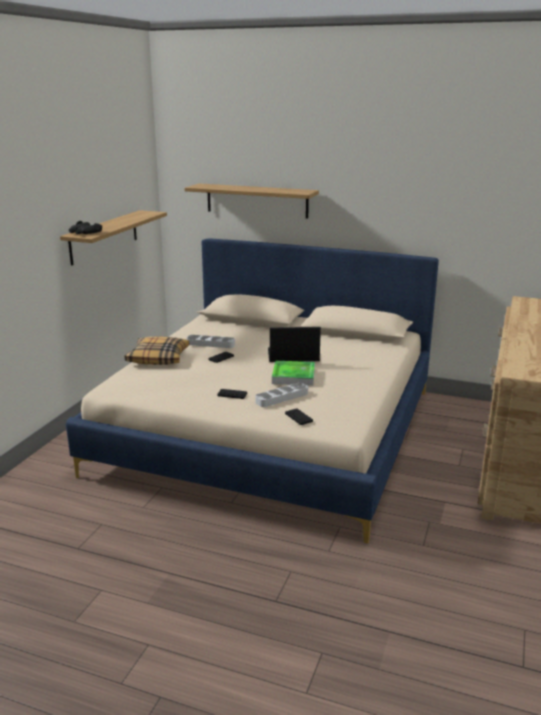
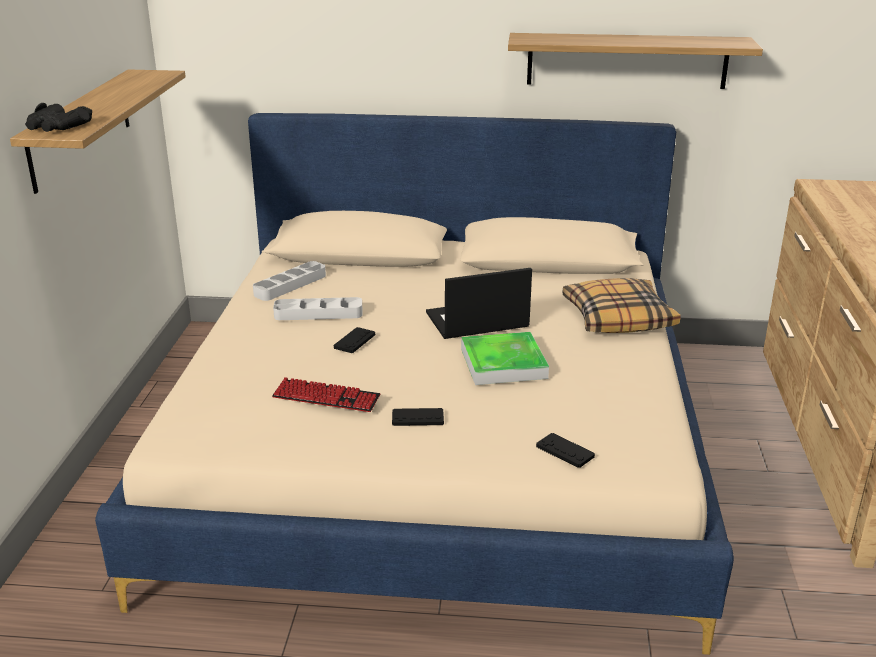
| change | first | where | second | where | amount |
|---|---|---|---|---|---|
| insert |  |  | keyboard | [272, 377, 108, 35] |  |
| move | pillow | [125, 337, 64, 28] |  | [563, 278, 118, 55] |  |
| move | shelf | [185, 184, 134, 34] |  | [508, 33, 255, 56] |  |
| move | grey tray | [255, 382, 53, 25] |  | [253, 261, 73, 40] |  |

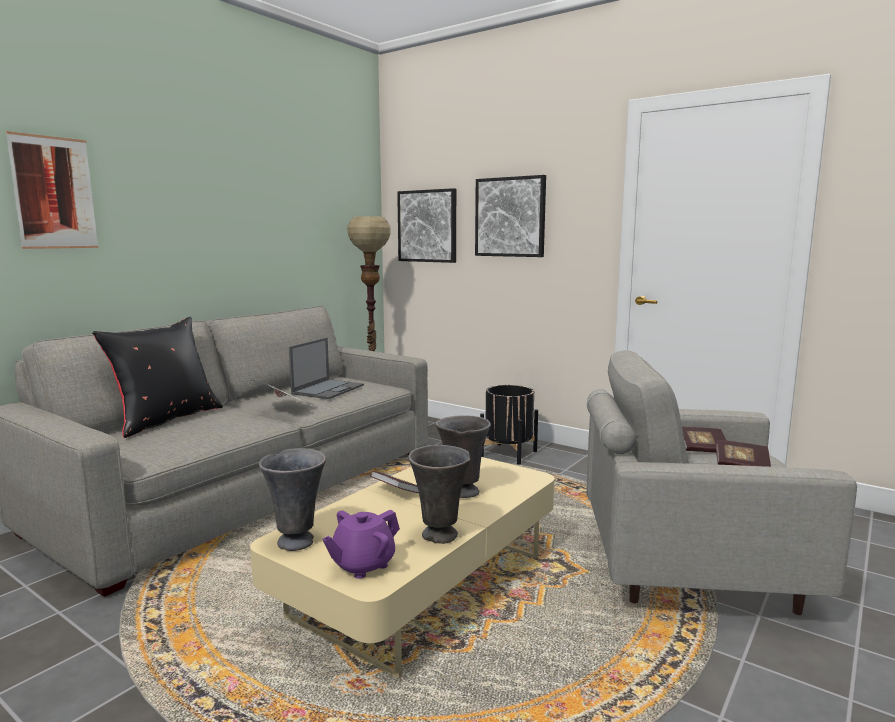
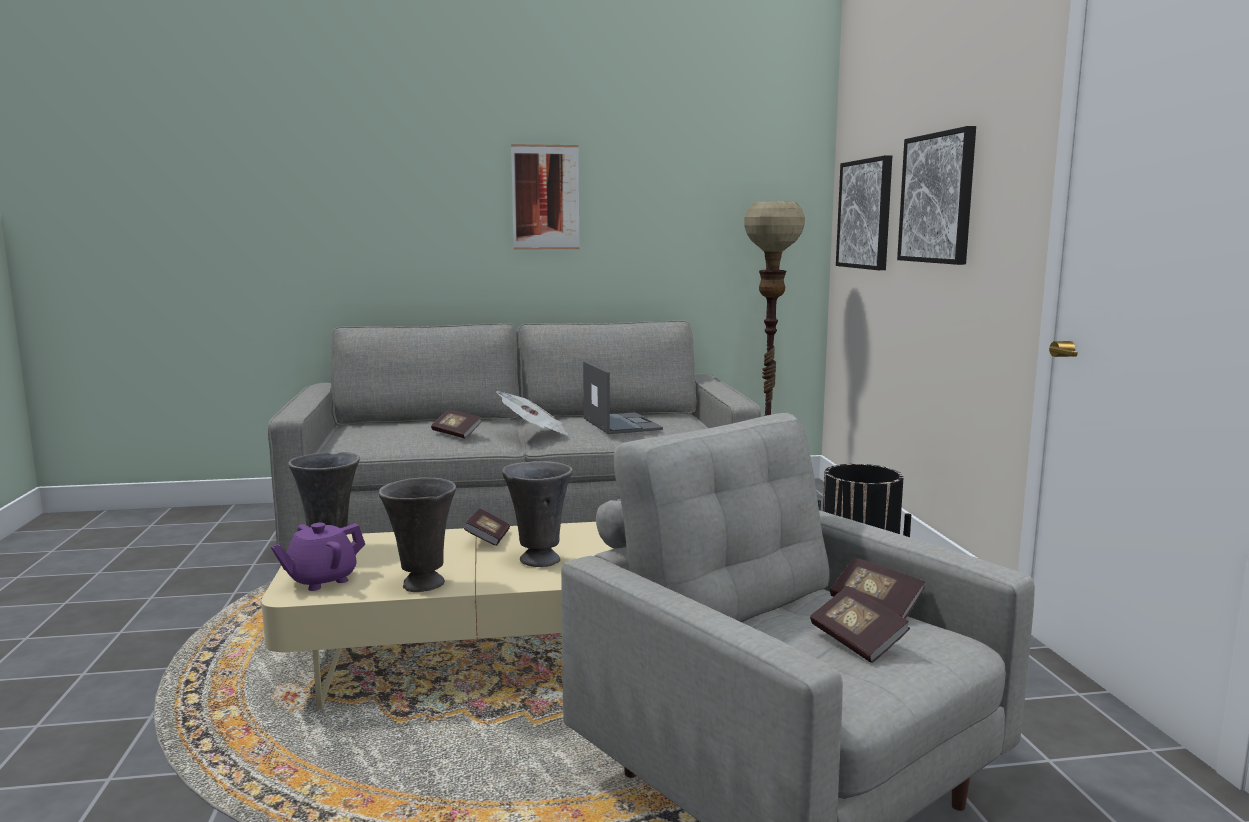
| change | first | where | second | where | amount |
|---|---|---|---|---|---|
| delete | black pillow | [92, 317, 131, 121] |  |  |  |
| insert |  |  | book | [431, 409, 51, 30] |  |
| move | picture | [6, 131, 92, 118] |  | [511, 144, 69, 105] |  |
| rotate | laptop | [289, 338, 75, 61] |  | [583, 361, 80, 73] | 90 degrees counterclockwise |
| rotate | purple teapot | [323, 510, 77, 69] |  | [271, 523, 94, 68] | 45 degrees counterclockwise |

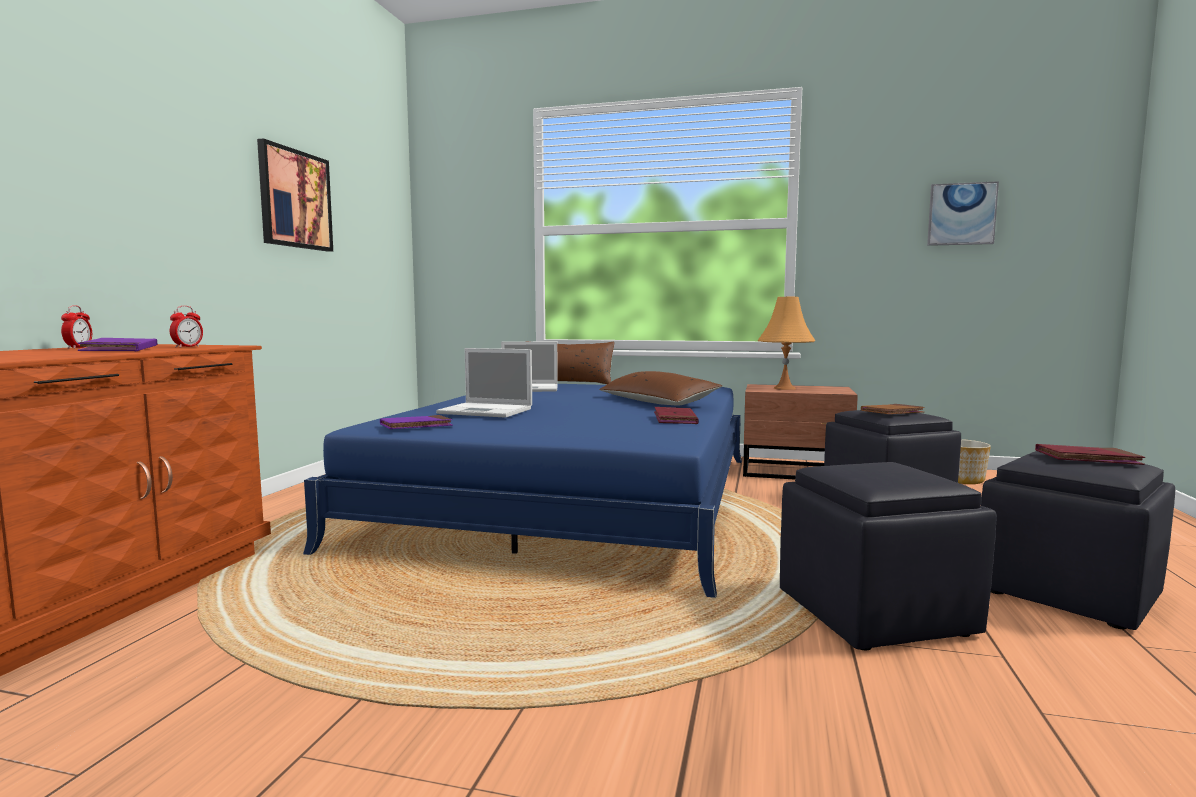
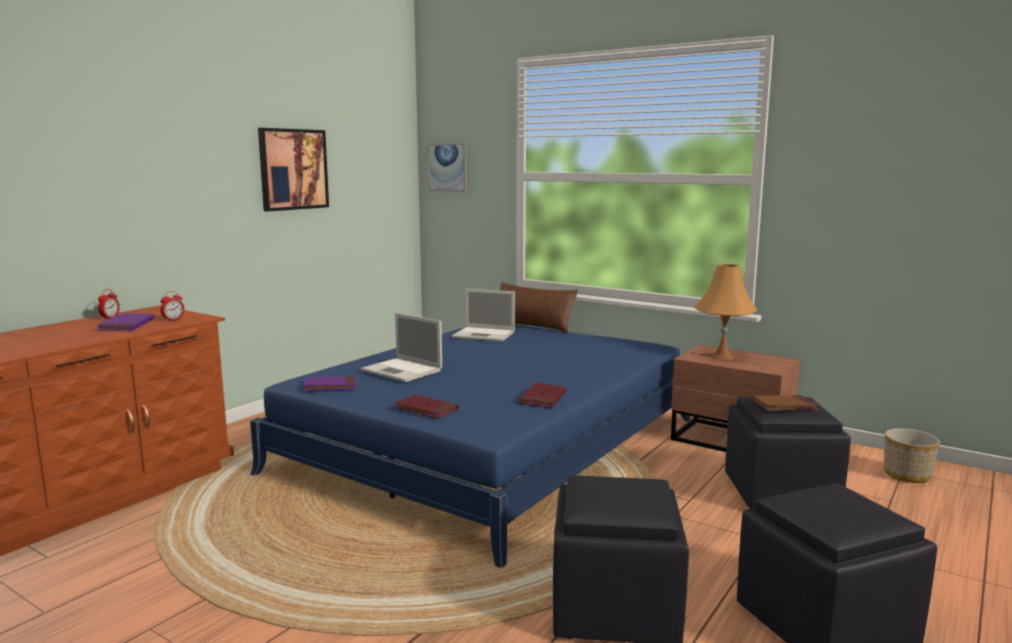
| change | first | where | second | where | amount |
|---|---|---|---|---|---|
| delete | brown pillow | [599, 371, 124, 34] |  |  |  |
| move | picture | [927, 181, 72, 65] |  | [428, 144, 39, 48] |  |
| move | red book | [1035, 444, 111, 21] |  | [394, 395, 65, 24] |  |

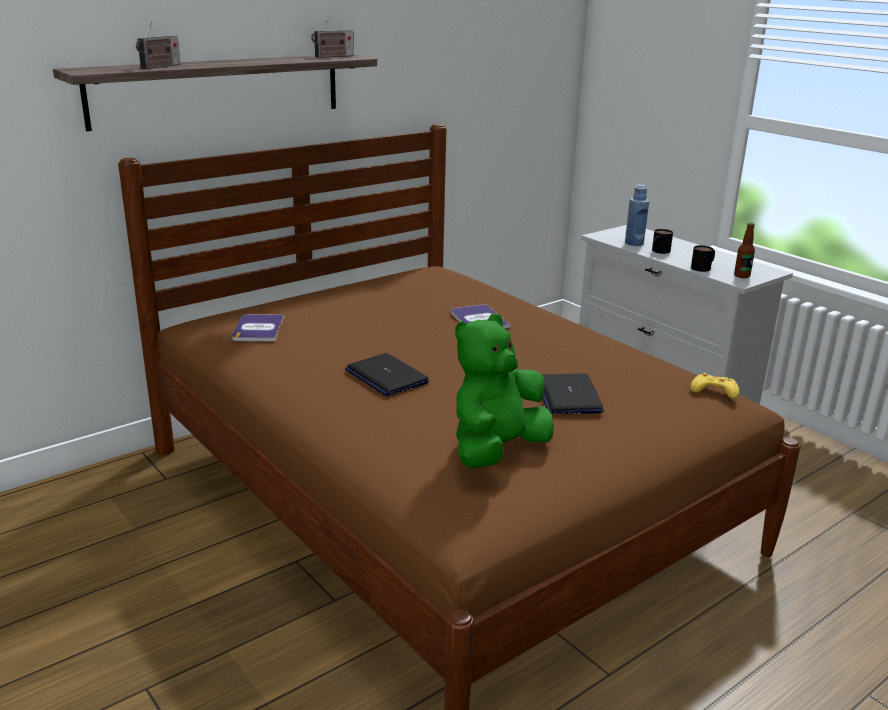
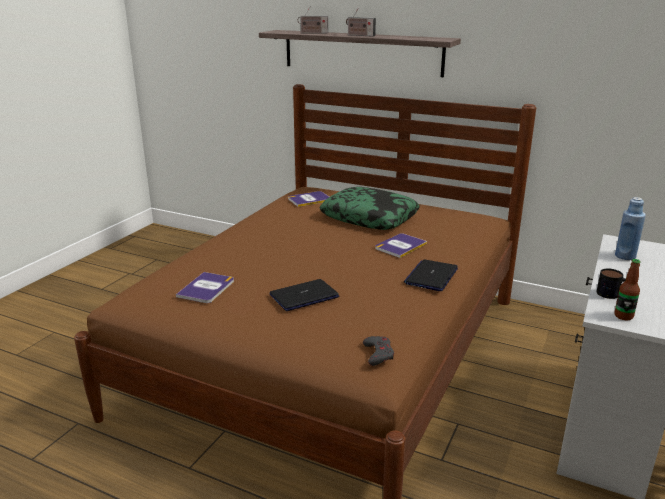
| change | first | where | second | where | amount |
|---|---|---|---|---|---|
| delete | mug | [652, 229, 21, 25] |  |  |  |
| insert |  |  | pillow | [319, 187, 101, 43] |  |
| move | radio | [311, 17, 43, 41] |  | [346, 8, 30, 29] |  |
| move | laptop | [345, 353, 84, 43] |  | [404, 259, 54, 32] |  |
| replace | green plush toy | [455, 314, 99, 155] | book | [176, 272, 58, 31] |  |
| recolor | yellow game controller | [690, 373, 49, 26] | grey game controller | [363, 336, 31, 30] |  |

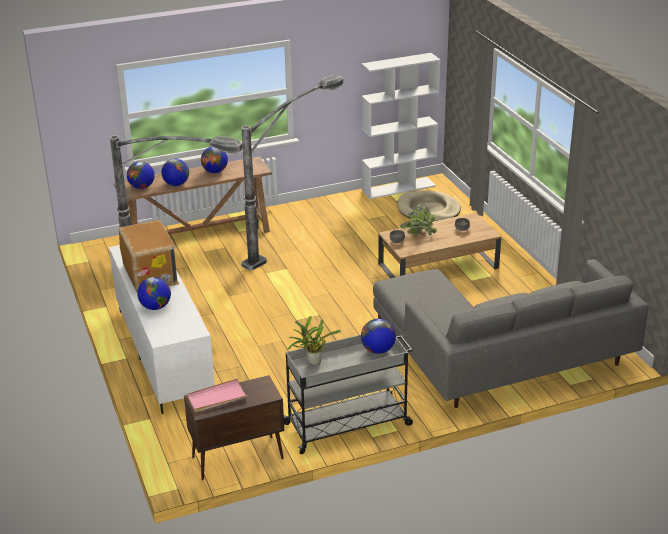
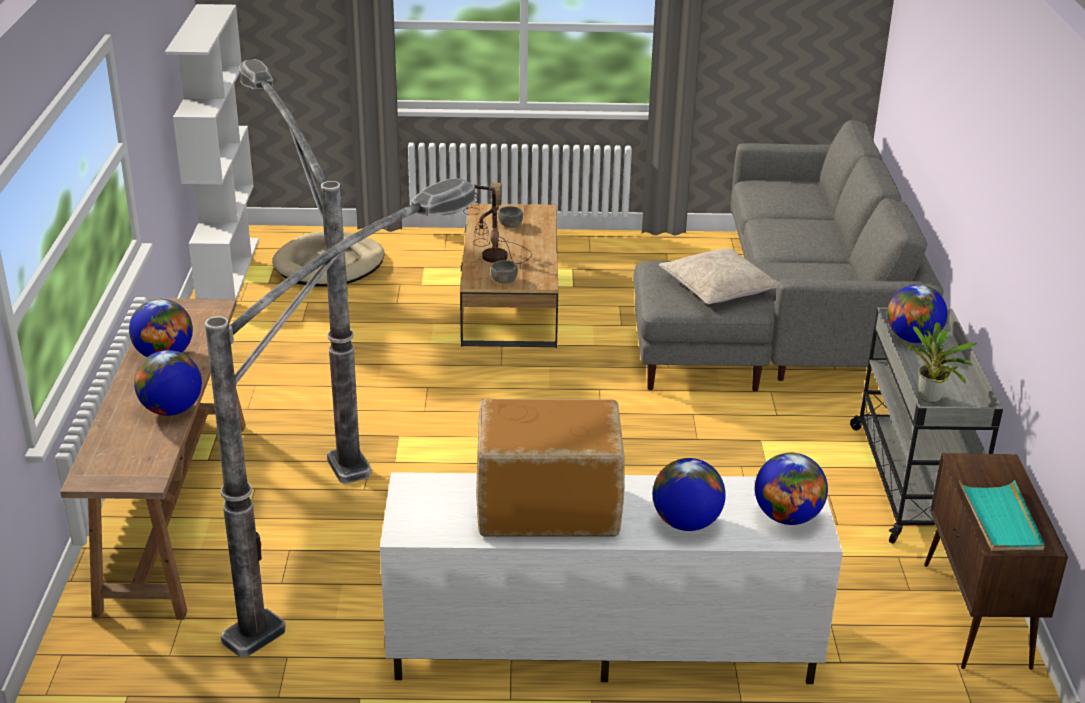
| change | first | where | second | where | amount |
|---|---|---|---|---|---|
| insert |  |  | beige pillow | [659, 248, 120, 56] |  |
| move | globe | [127, 161, 28, 28] |  | [755, 453, 73, 72] |  |
| replace | potted plant | [400, 204, 37, 31] | table lamp | [463, 183, 69, 81] |  |
| recolor | pink tray | [187, 378, 61, 34] | turquoise tray | [959, 480, 86, 71] |  |

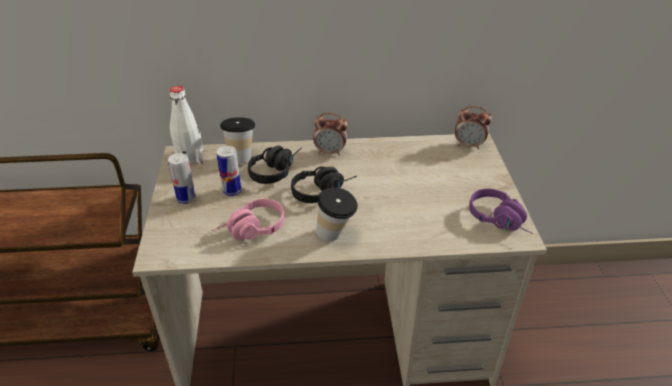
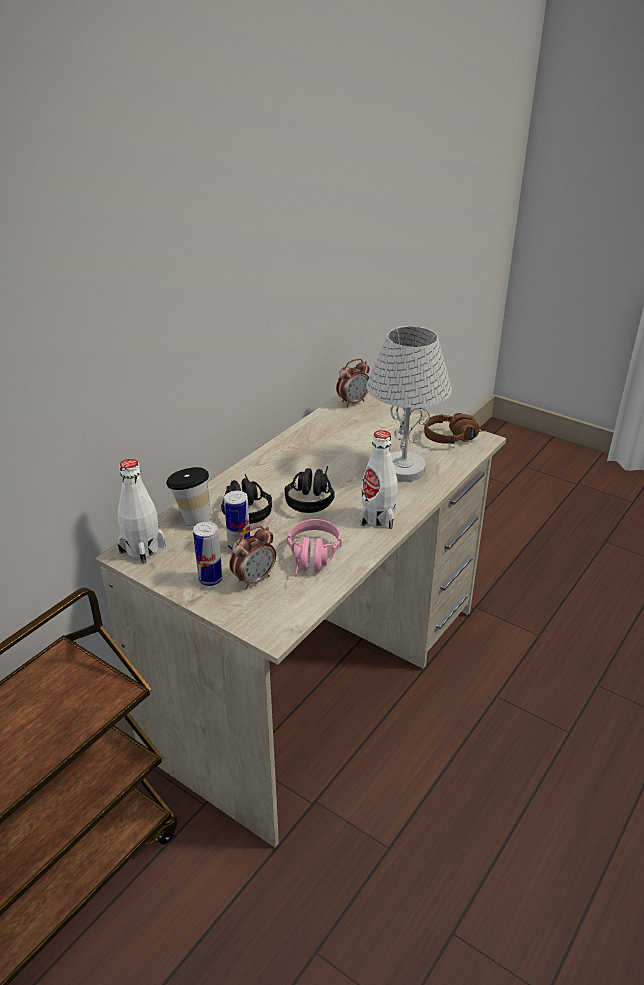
| change | first | where | second | where | amount |
|---|---|---|---|---|---|
| insert |  |  | white table lamp | [367, 326, 85, 156] |  |
| move | alarm clock | [313, 113, 35, 43] |  | [229, 526, 47, 63] |  |
| replace | cup | [316, 187, 42, 54] | white bottle | [360, 430, 38, 99] |  |
| recolor | purple headphones | [469, 188, 64, 46] | brown headphones | [424, 413, 70, 31] |  |

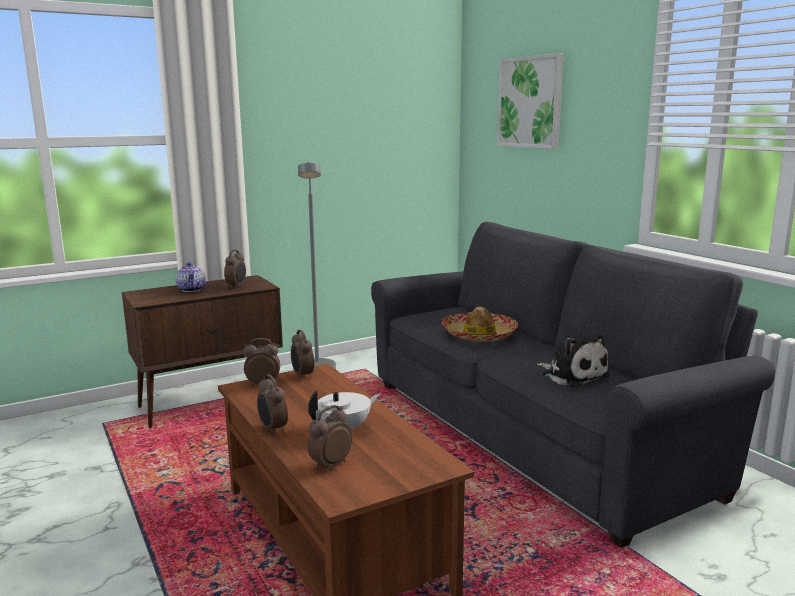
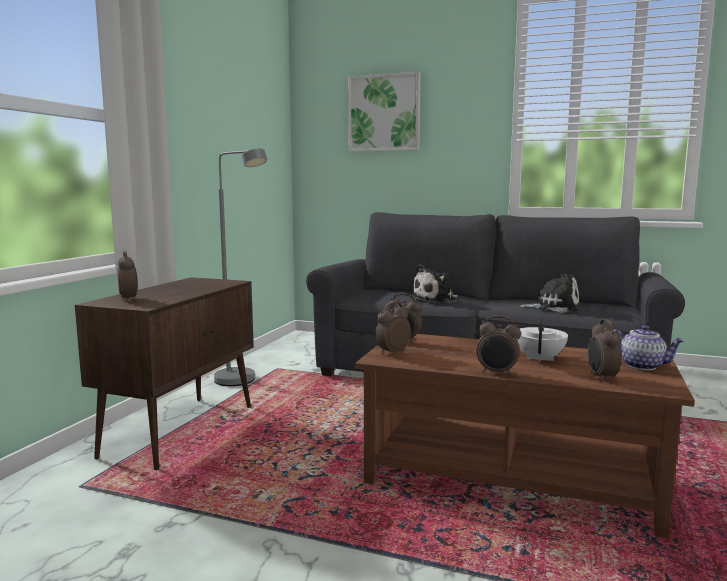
| change | first | where | second | where | amount |
|---|---|---|---|---|---|
| move | teapot | [176, 262, 30, 30] |  | [613, 325, 72, 45] |  |
| move | alarm clock | [224, 250, 22, 39] |  | [117, 251, 21, 50] |  |
| replace | hat | [442, 307, 76, 35] | plush toy | [410, 264, 48, 40] |  |

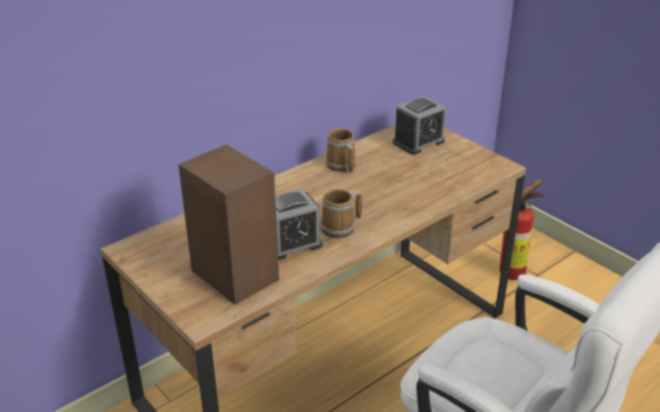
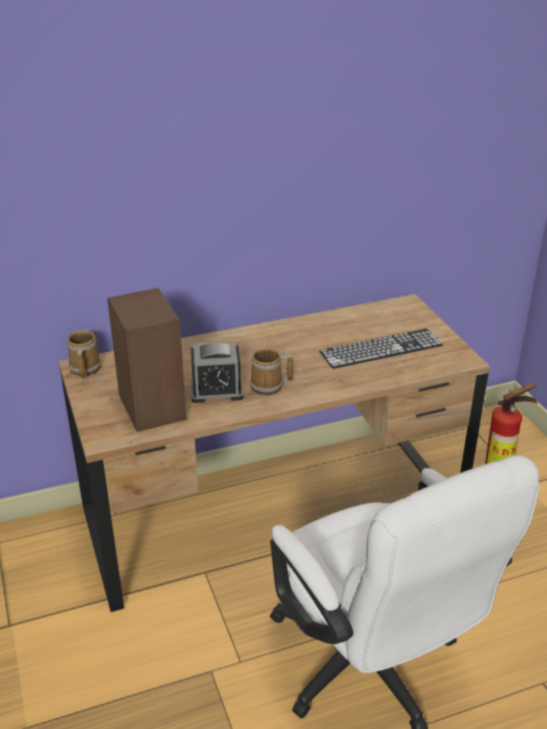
| change | first | where | second | where | amount |
|---|---|---|---|---|---|
| delete | alarm clock | [393, 96, 53, 59] |  |  |  |
| insert |  |  | keyboard | [319, 329, 124, 40] |  |
| move | mug | [326, 129, 30, 43] |  | [67, 331, 34, 48] |  |

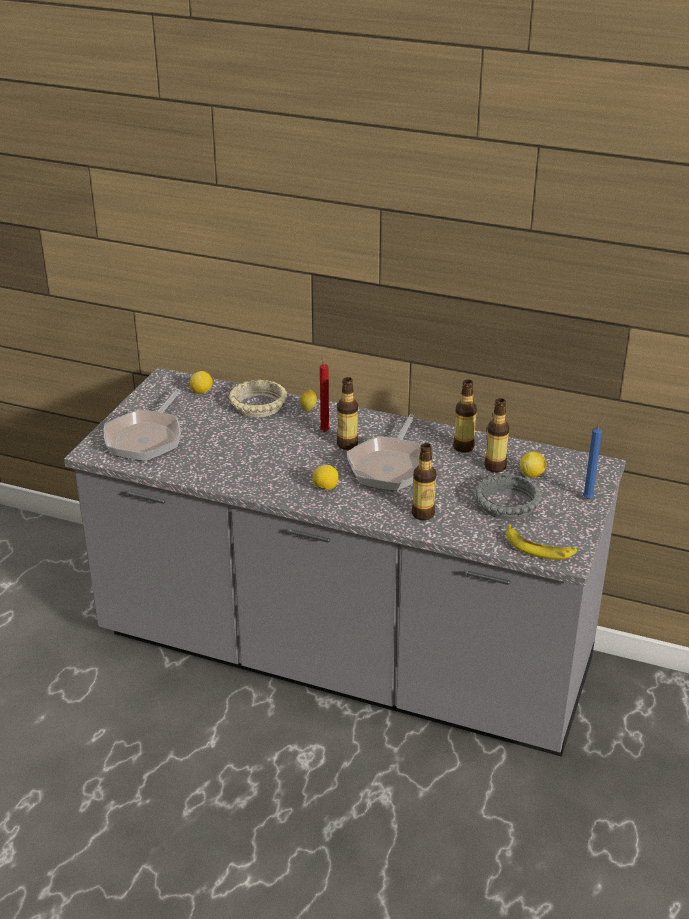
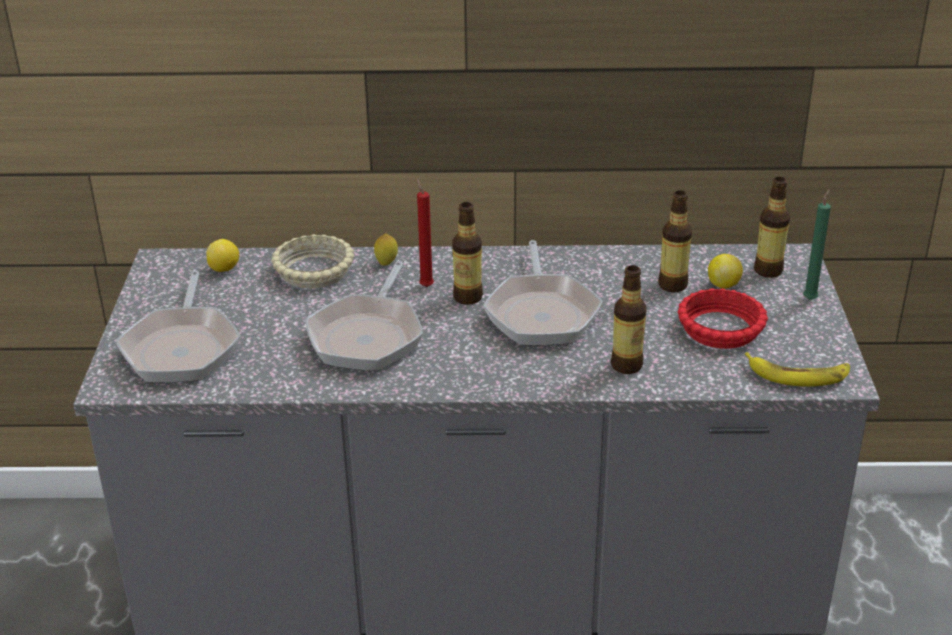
| change | first | where | second | where | amount |
|---|---|---|---|---|---|
| delete | lemon | [313, 465, 26, 25] |  |  |  |
| insert |  |  | frying pan | [305, 261, 118, 110] |  |
| move | bottle | [453, 379, 24, 74] |  | [754, 177, 36, 101] |  |
| recolor | grey bowl | [475, 474, 67, 46] | red bowl | [678, 288, 90, 61] |  |
| recolor | blue candle | [583, 419, 21, 80] | green candle | [803, 189, 28, 111] |  |

